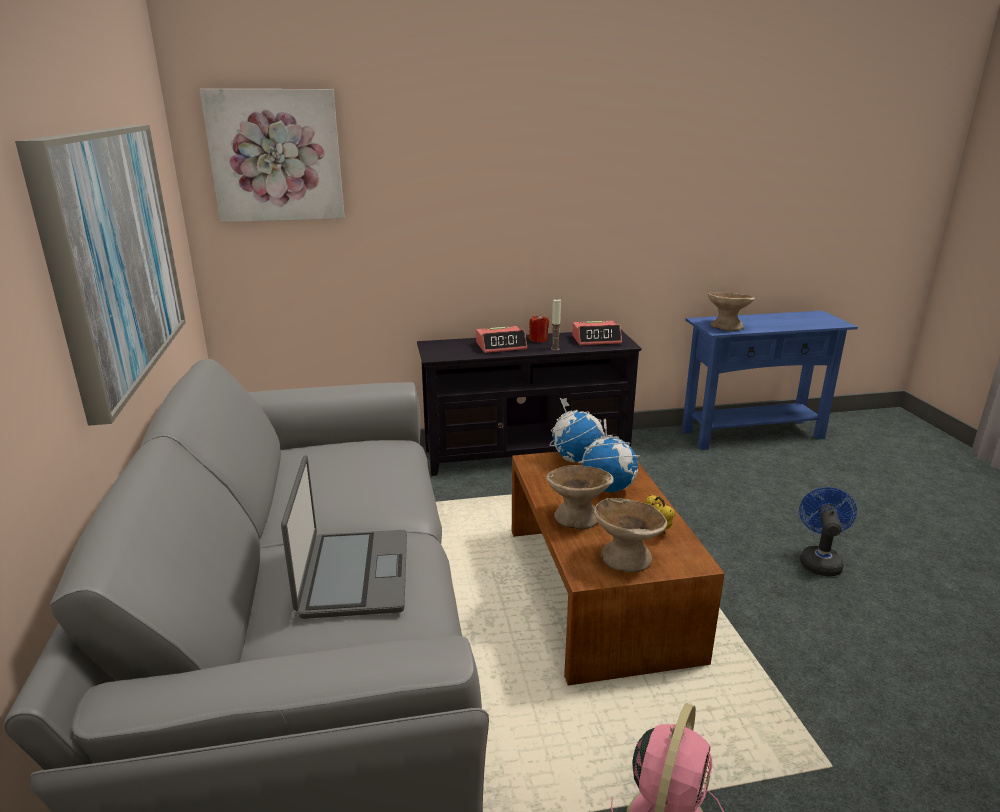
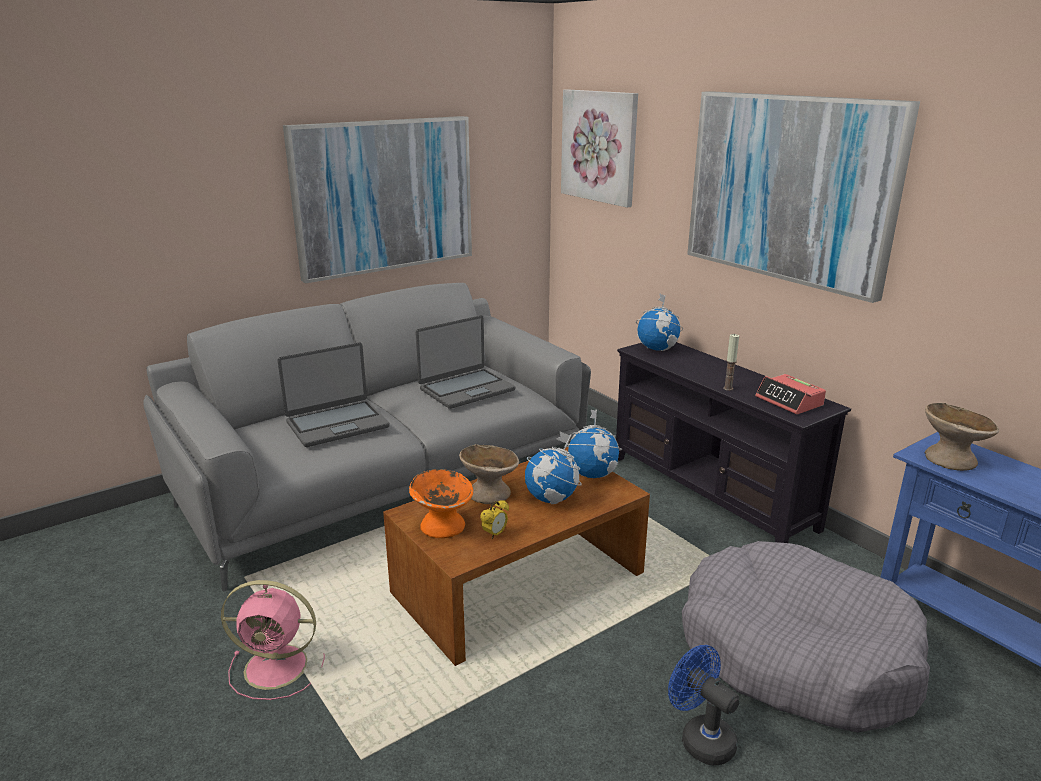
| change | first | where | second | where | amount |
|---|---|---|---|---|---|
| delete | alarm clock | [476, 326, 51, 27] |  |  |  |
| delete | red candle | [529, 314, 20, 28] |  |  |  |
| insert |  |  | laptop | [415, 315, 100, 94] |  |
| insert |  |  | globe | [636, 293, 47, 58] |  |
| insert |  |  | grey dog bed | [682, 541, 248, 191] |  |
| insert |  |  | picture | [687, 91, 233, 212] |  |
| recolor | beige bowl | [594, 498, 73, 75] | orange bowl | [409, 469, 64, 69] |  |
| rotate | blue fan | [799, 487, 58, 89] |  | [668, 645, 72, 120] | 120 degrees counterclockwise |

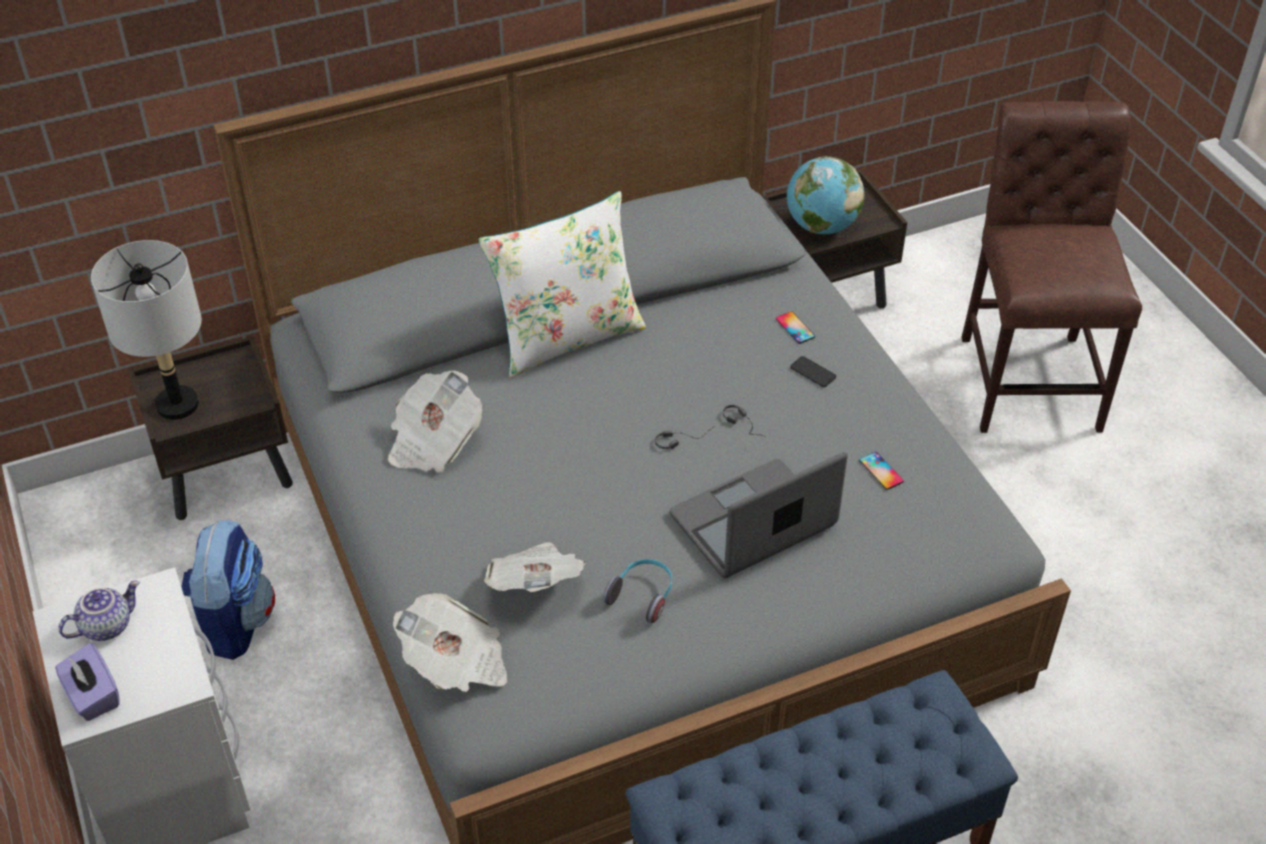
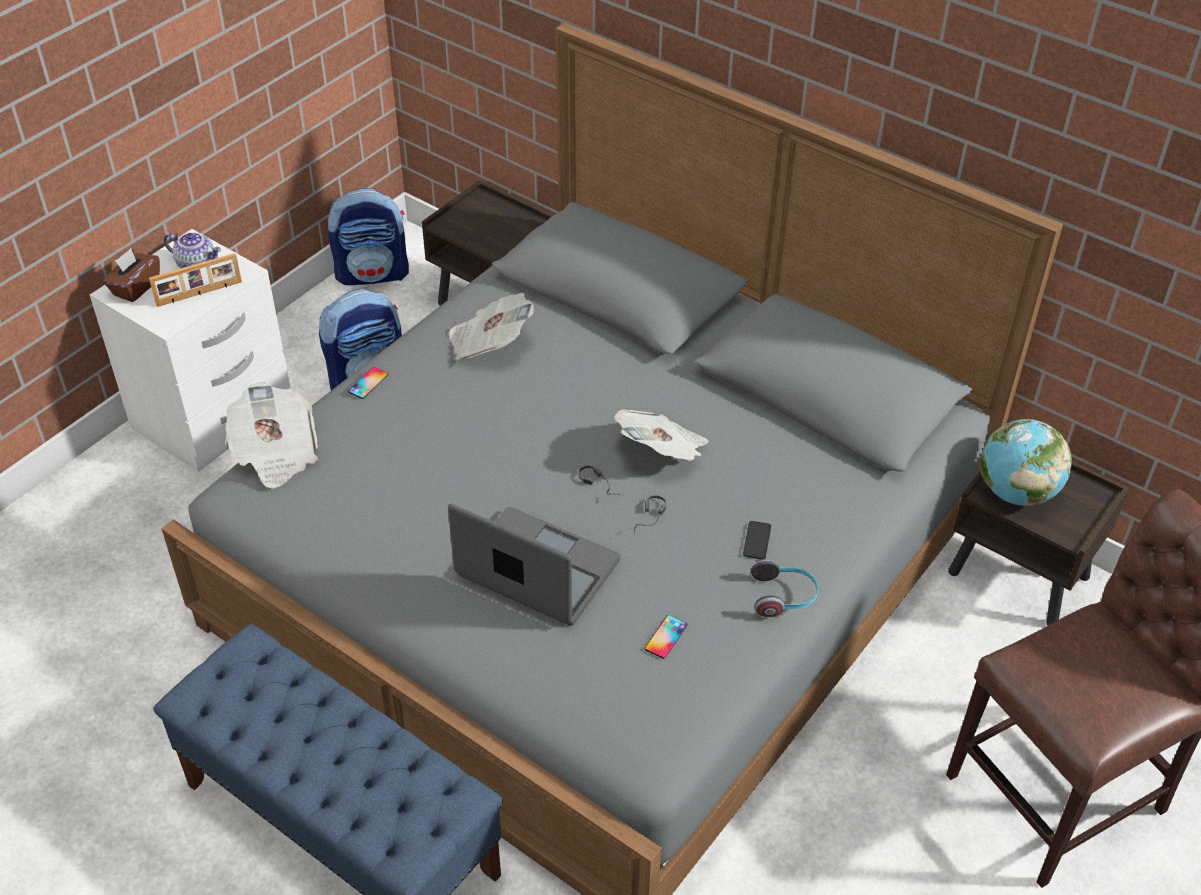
| change | first | where | second | where | amount |
|---|---|---|---|---|---|
| delete | grey table lamp | [91, 240, 111, 180] |  |  |  |
| delete | white pillow | [478, 191, 168, 187] |  |  |  |
| insert |  |  | picture frame | [149, 253, 93, 54] |  |
| insert |  |  | backpack | [328, 188, 81, 97] |  |
| move | newspaper | [484, 542, 102, 50] |  | [614, 409, 95, 52] |  |
| move | headphones | [604, 559, 68, 65] |  | [751, 560, 67, 57] |  |
| move | phone | [776, 311, 39, 33] |  | [348, 367, 40, 32] |  |
| recolor | purple tissue box | [55, 643, 65, 78] | brown tissue box | [103, 249, 57, 53] |  |

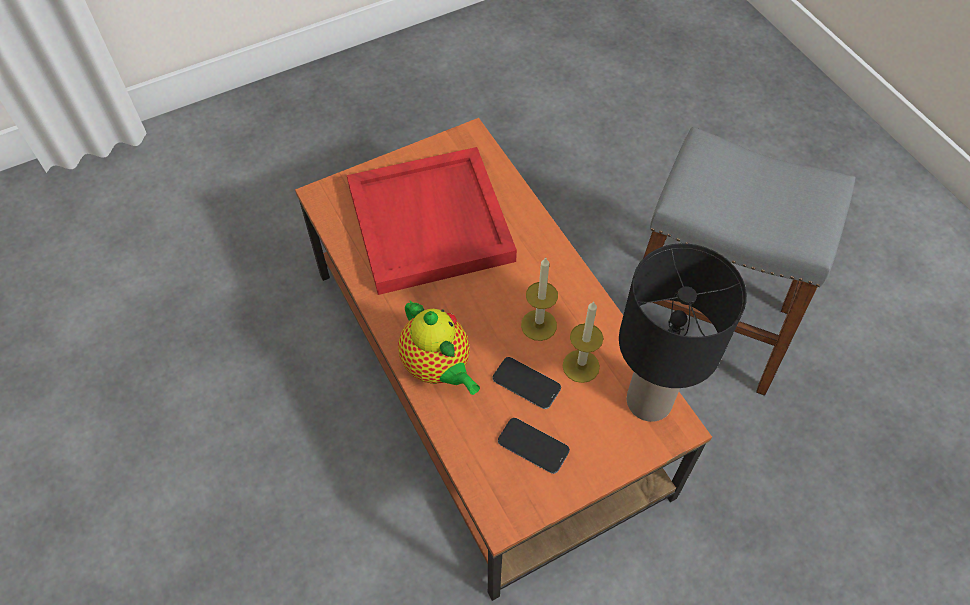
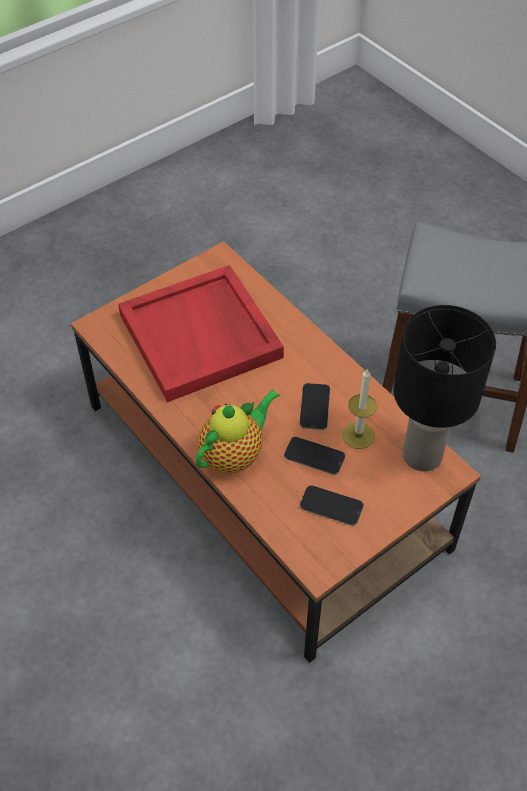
| change | first | where | second | where | amount |
|---|---|---|---|---|---|
| replace | candle | [521, 258, 37, 83] | phone | [300, 383, 30, 47] |  |
| rotate | teapot | [398, 301, 82, 94] |  | [196, 389, 83, 84] | 90 degrees counterclockwise |

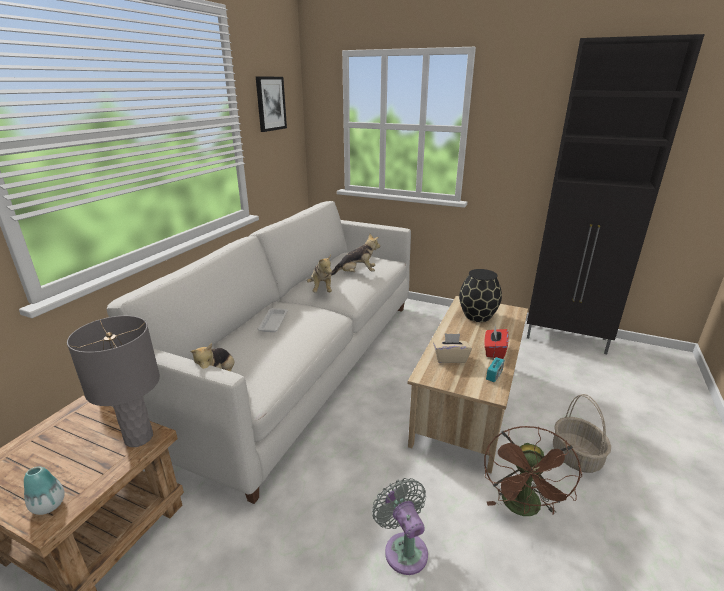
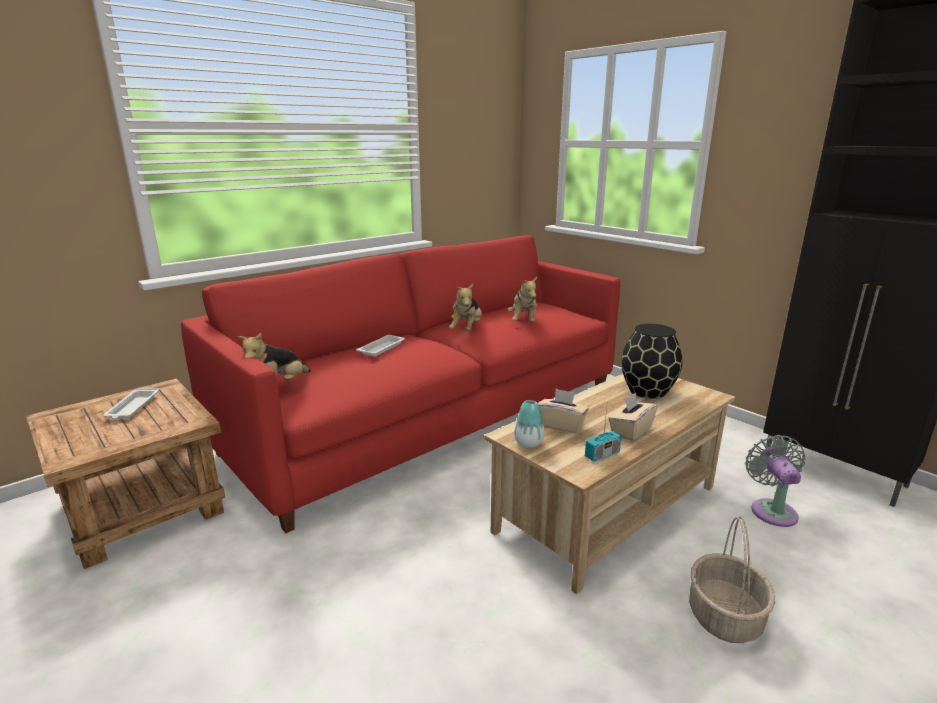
| change | first | where | second | where | amount |
|---|---|---|---|---|---|
| delete | grey table lamp | [67, 316, 93, 131] |  |  |  |
| delete | picture | [256, 76, 31, 56] |  |  |  |
| delete | brown fan | [484, 426, 98, 90] |  |  |  |
| insert |  |  | white tray | [103, 388, 56, 31] |  |
| move | vase | [24, 467, 41, 48] |  | [514, 400, 31, 48] |  |
| move | grey fan | [372, 478, 56, 97] |  | [745, 435, 60, 92] |  |
| recolor | white sofa | [107, 201, 304, 303] | red sofa | [181, 235, 439, 298] |  |
| recolor | red tissue box | [484, 326, 25, 33] | beige tissue box | [608, 393, 50, 48] |  |
| rotate | plush toy | [331, 234, 49, 42] |  | [508, 277, 29, 45] | 75 degrees clockwise |

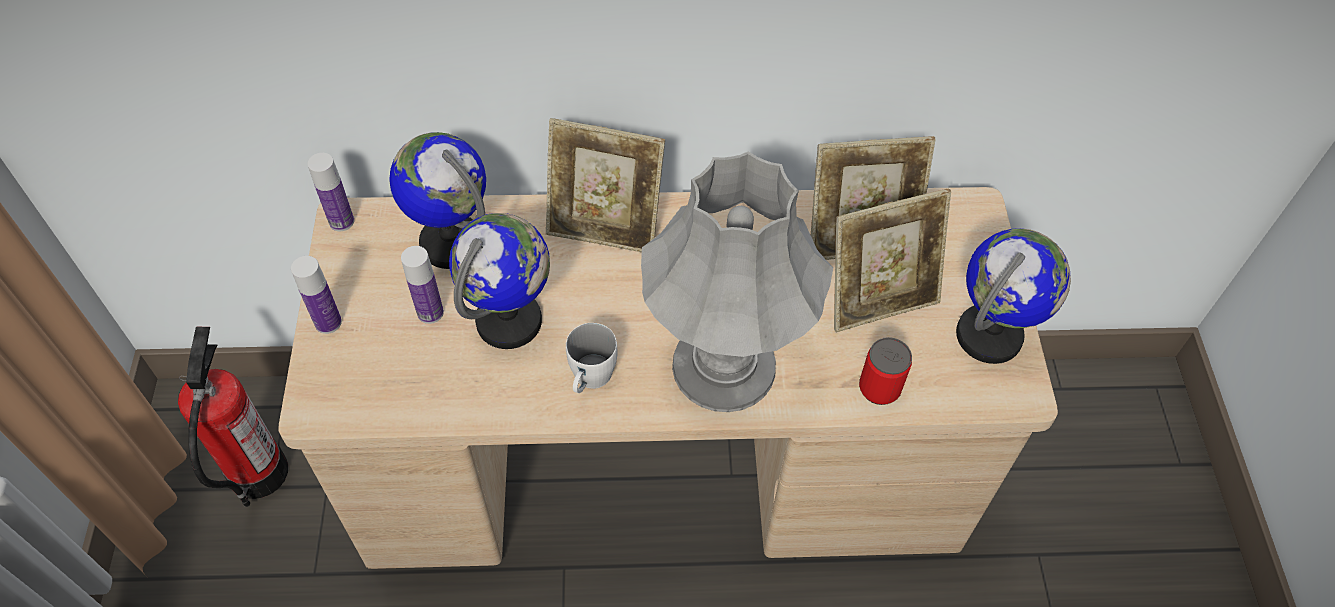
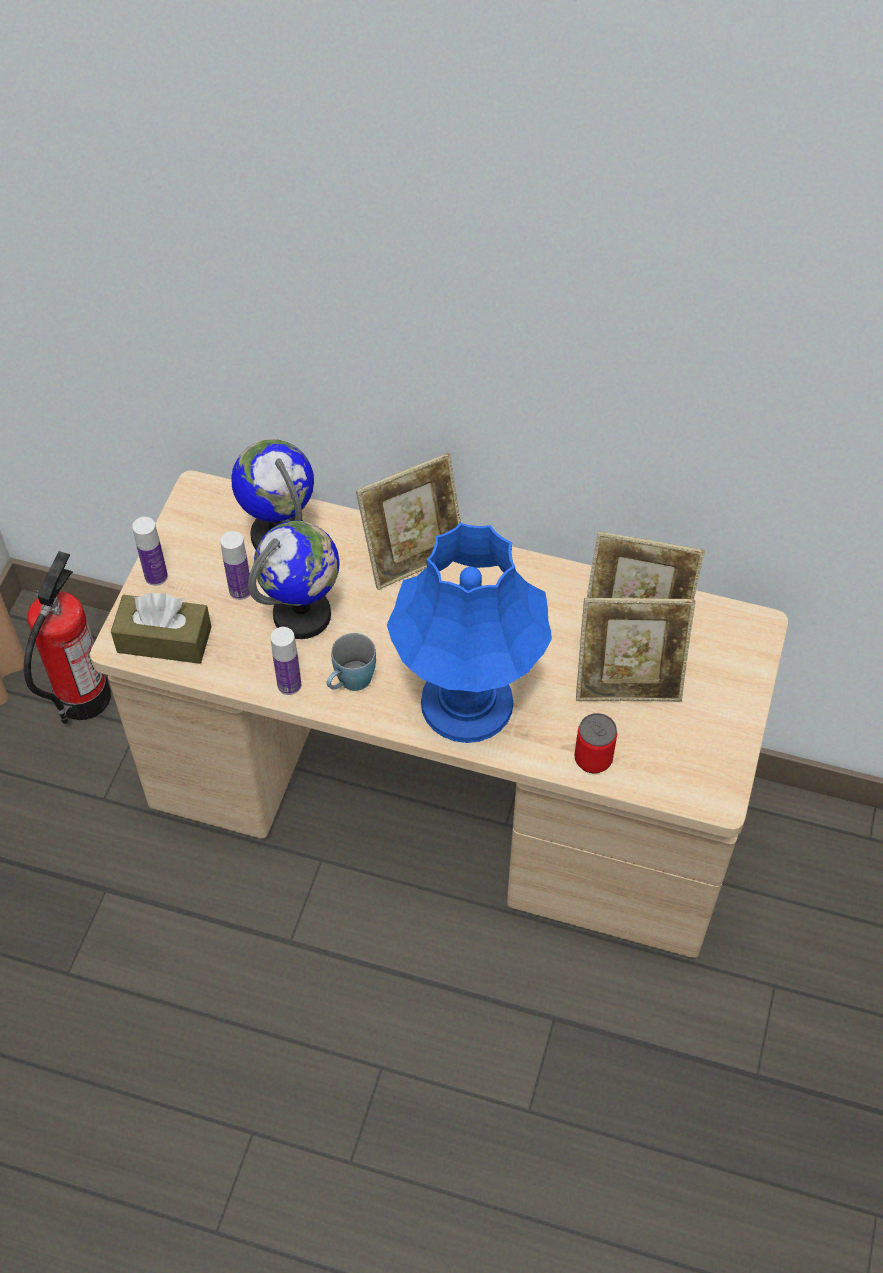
| change | first | where | second | where | amount |
|---|---|---|---|---|---|
| delete | globe | [956, 228, 115, 136] |  |  |  |
| insert |  |  | brown tissue box | [111, 593, 101, 71] |  |
| move | bottle | [308, 153, 46, 78] |  | [271, 627, 30, 68] |  |
| recolor | white mug | [566, 323, 51, 70] | blue mug | [327, 633, 49, 58] |  |
| recolor | grey table lamp | [641, 151, 192, 261] | blue table lamp | [387, 523, 165, 220] |  |
| rotate | picture frame | [546, 118, 119, 134] |  | [356, 453, 105, 137] | 60 degrees counterclockwise |

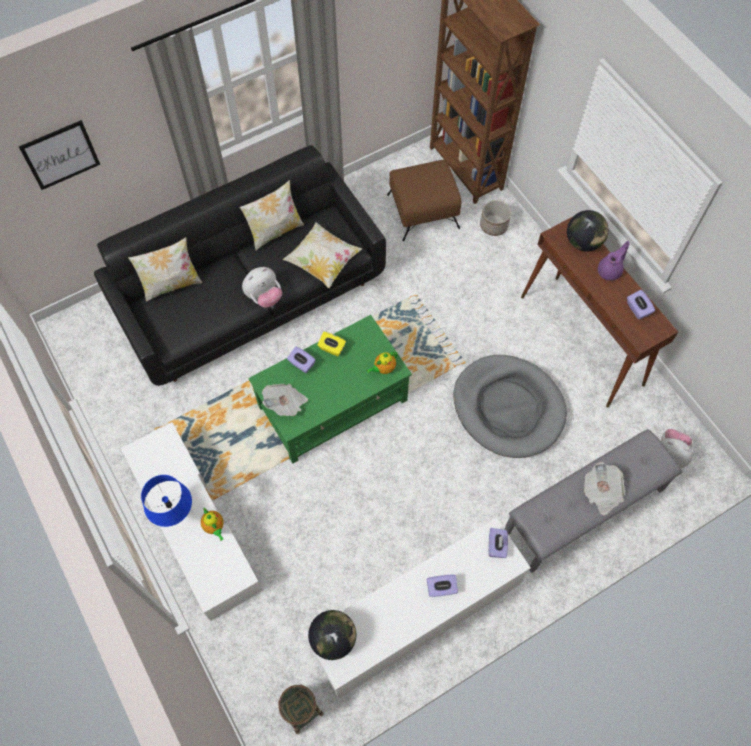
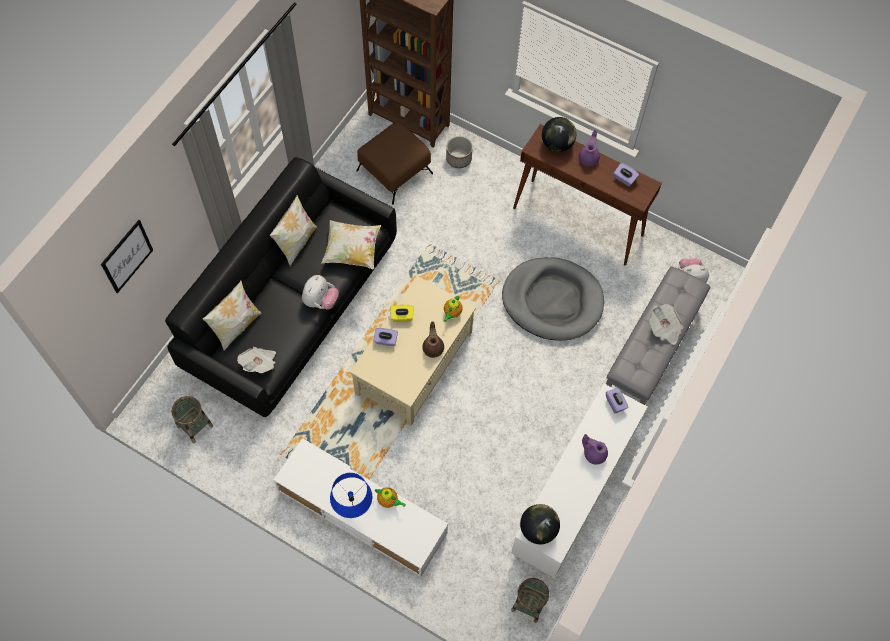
| change | first | where | second | where | amount |
|---|---|---|---|---|---|
| insert |  |  | basket | [171, 396, 42, 47] |  |
| insert |  |  | brown teapot | [422, 321, 22, 37] |  |
| move | newspaper | [262, 384, 46, 32] |  | [237, 347, 39, 26] |  |
| replace | purple tissue box | [427, 575, 31, 22] | purple teapot | [582, 434, 26, 31] |  |
| recolor | green coffee table | [248, 315, 164, 149] | beige coffee table | [350, 276, 126, 150] |  |

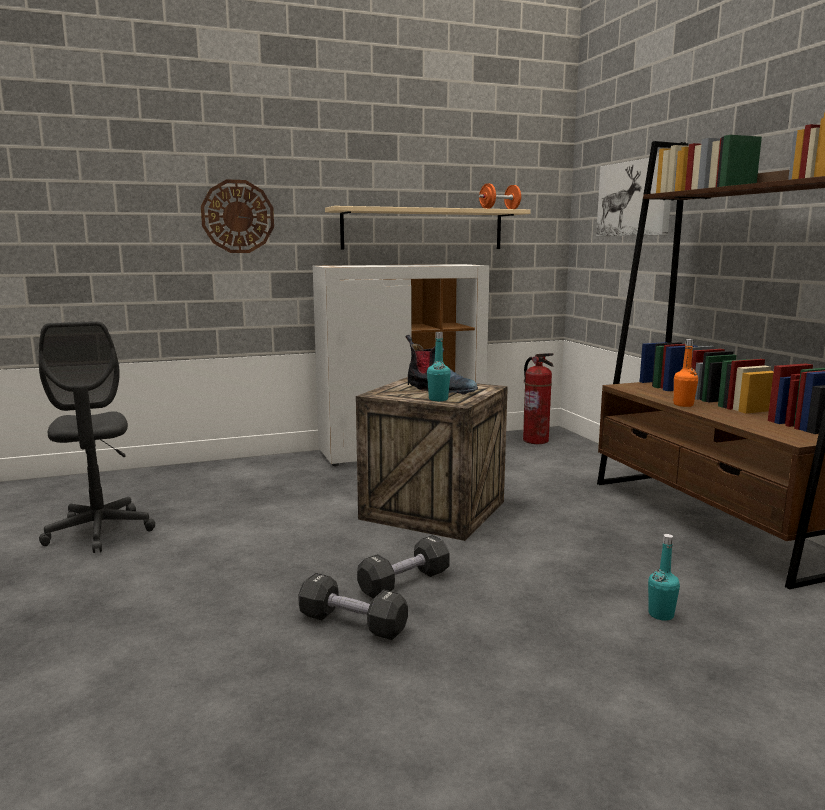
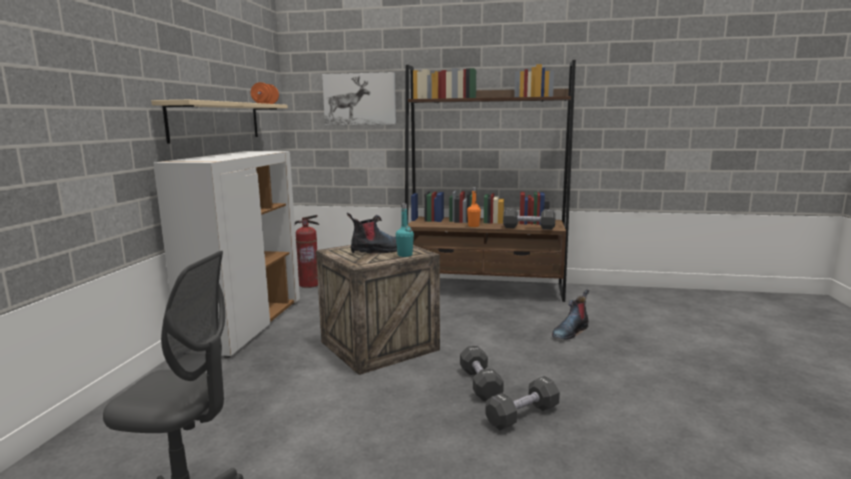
| change | first | where | second | where | amount |
|---|---|---|---|---|---|
| delete | wall clock | [201, 179, 73, 74] |  |  |  |
| insert |  |  | black dumbbell | [503, 208, 53, 22] |  |
| replace | turquoise bottle | [648, 534, 32, 87] | boot | [552, 289, 37, 51] |  |

